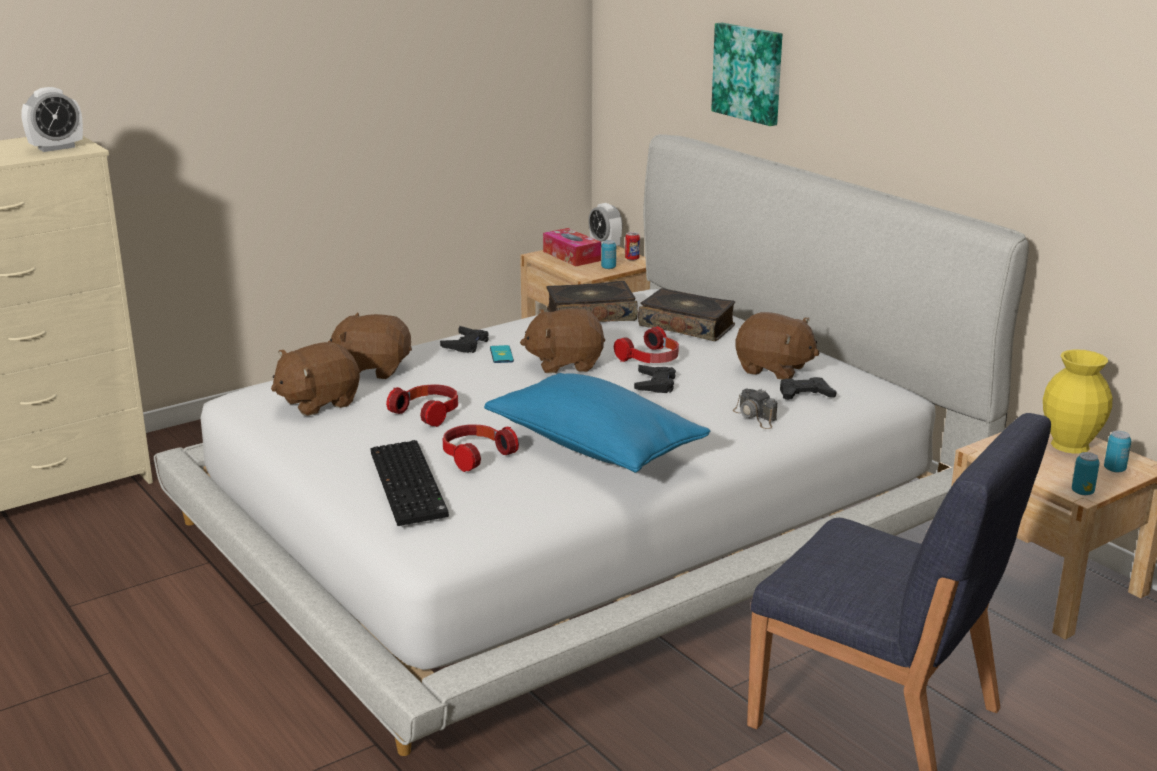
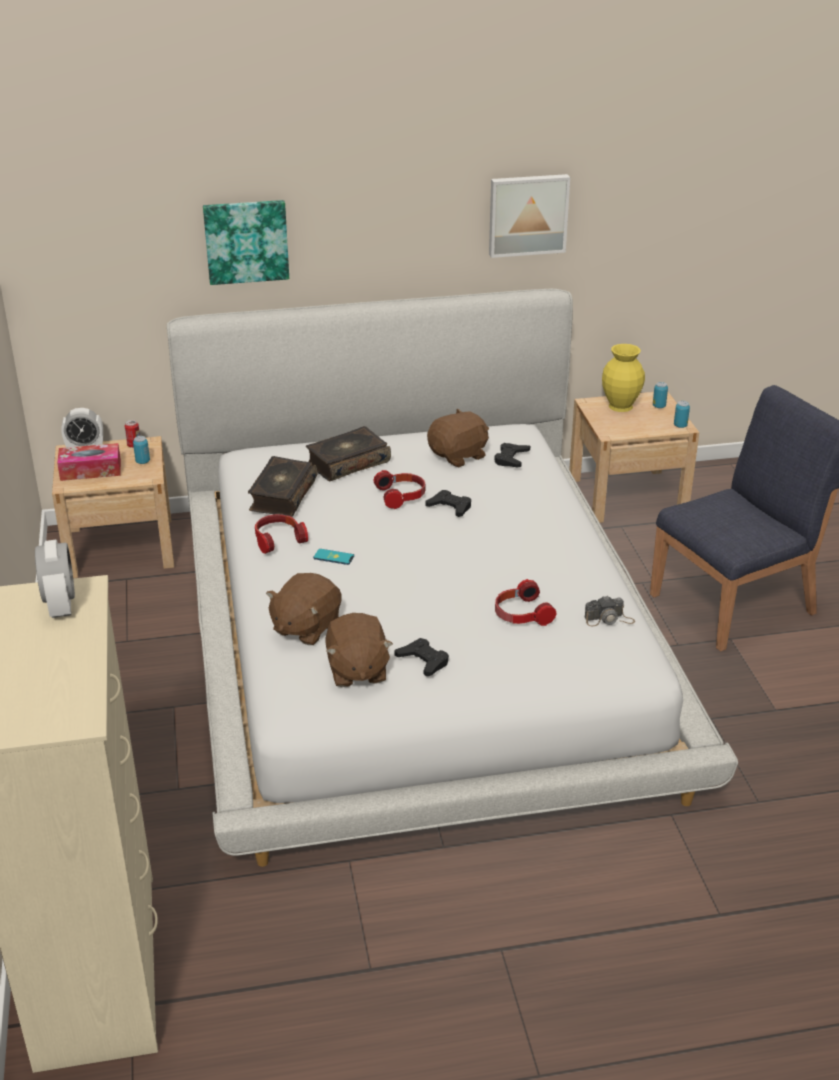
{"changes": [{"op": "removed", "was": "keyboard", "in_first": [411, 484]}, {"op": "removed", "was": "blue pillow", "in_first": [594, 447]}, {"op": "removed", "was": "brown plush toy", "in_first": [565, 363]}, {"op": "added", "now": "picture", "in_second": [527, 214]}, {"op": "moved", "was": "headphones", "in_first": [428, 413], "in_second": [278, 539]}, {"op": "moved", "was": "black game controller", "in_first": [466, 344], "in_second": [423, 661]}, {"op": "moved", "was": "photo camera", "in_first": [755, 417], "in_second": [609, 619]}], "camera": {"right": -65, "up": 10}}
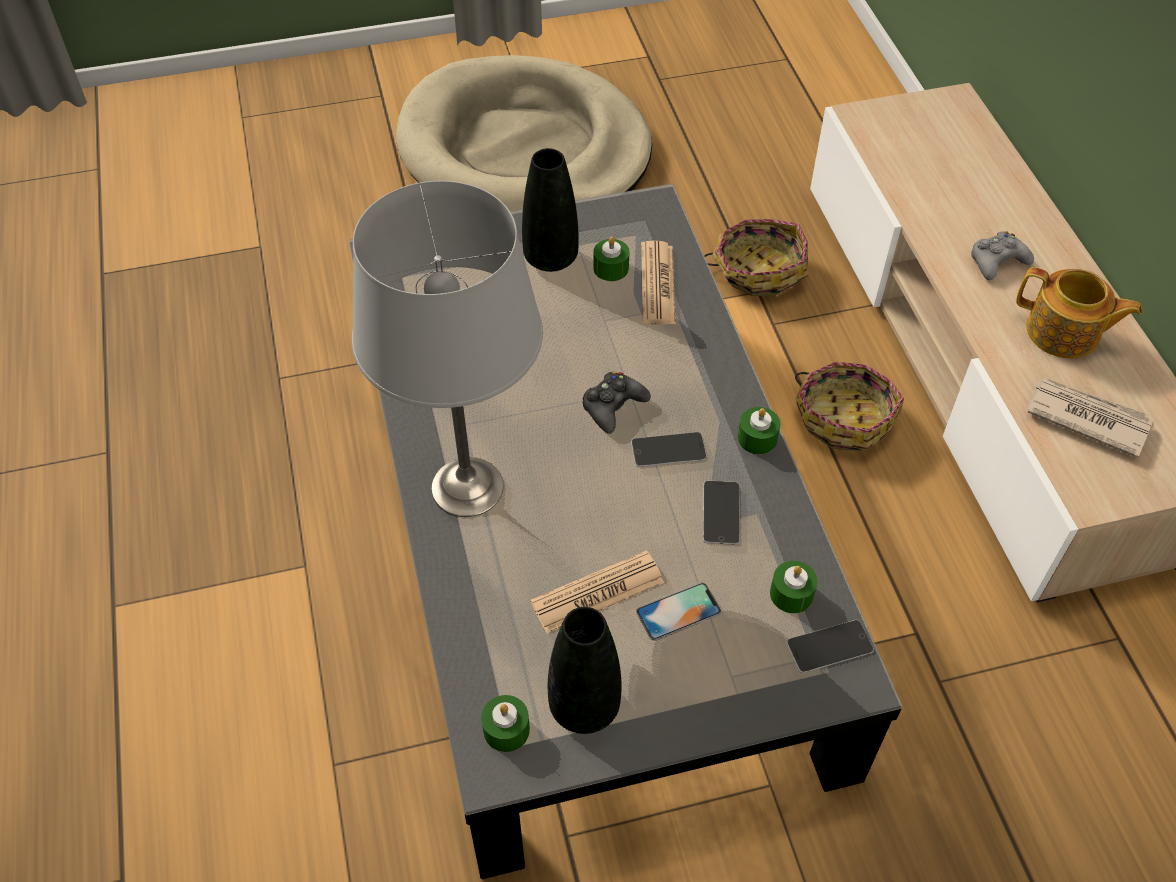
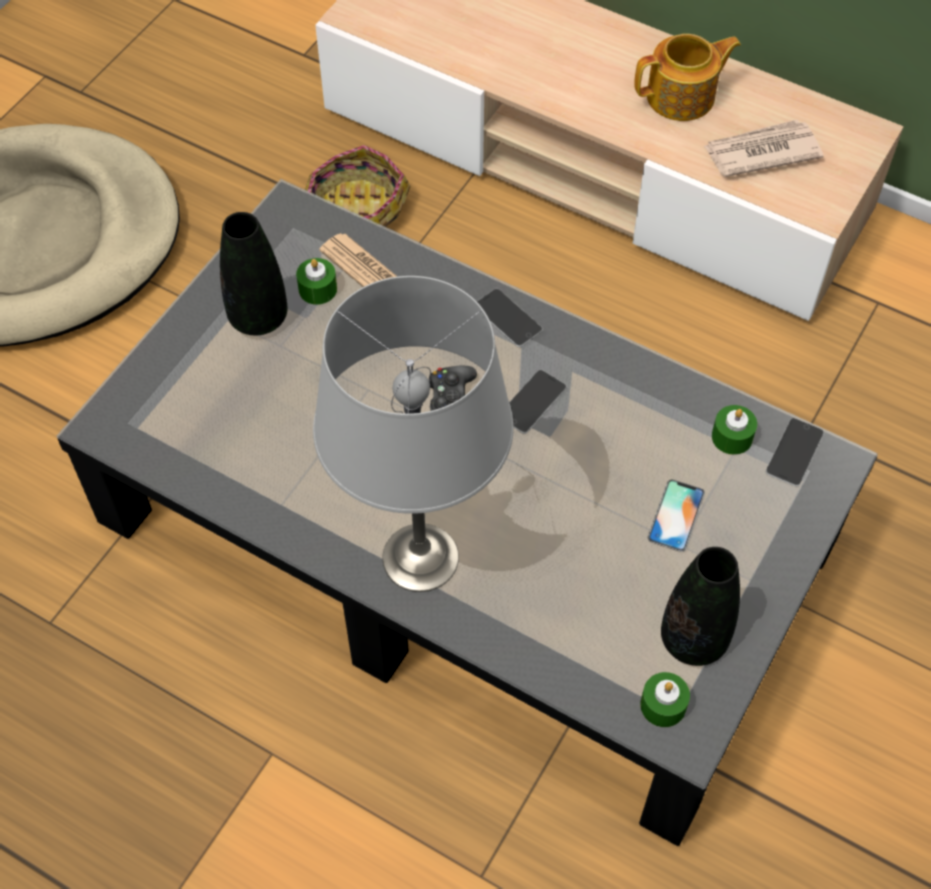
{"changes": [{"op": "removed", "was": "newspaper", "in_first": [597, 593]}, {"op": "removed", "was": "green candle", "in_first": [757, 438]}, {"op": "removed", "was": "basket", "in_first": [844, 417]}, {"op": "removed", "was": "grey game controller", "in_first": [997, 261]}, {"op": "moved", "was": "phone", "in_first": [721, 512], "in_second": [507, 318]}], "camera": {"right": -45, "up": 5}}
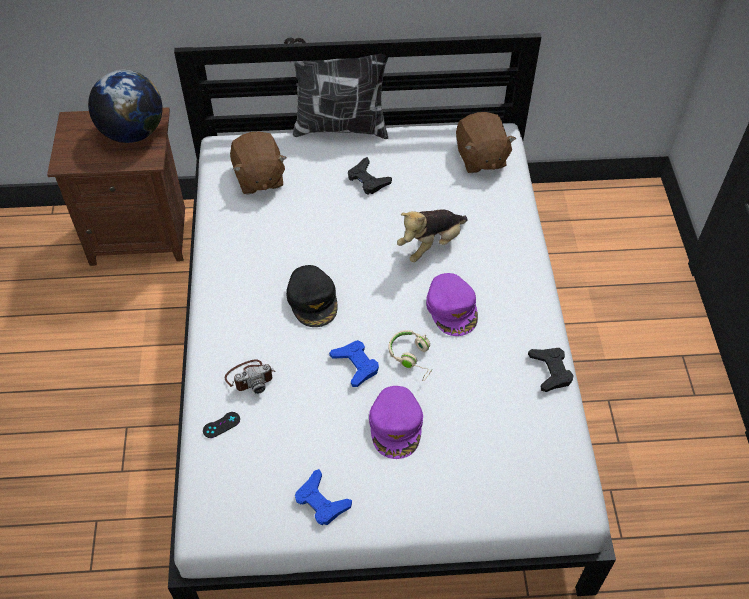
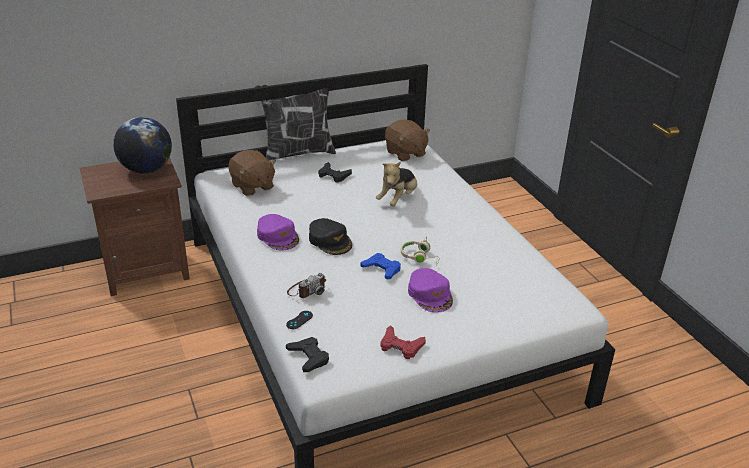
{"changes": [{"op": "moved", "was": "purple cap", "in_first": [452, 308], "in_second": [278, 236]}, {"op": "moved", "was": "black game controller", "in_first": [550, 371], "in_second": [308, 357]}, {"op": "recoloured", "was": "blue game controller", "now": "red game controller", "in_first": [321, 501], "in_second": [400, 346]}], "camera": {"right": -20, "up": -20}}
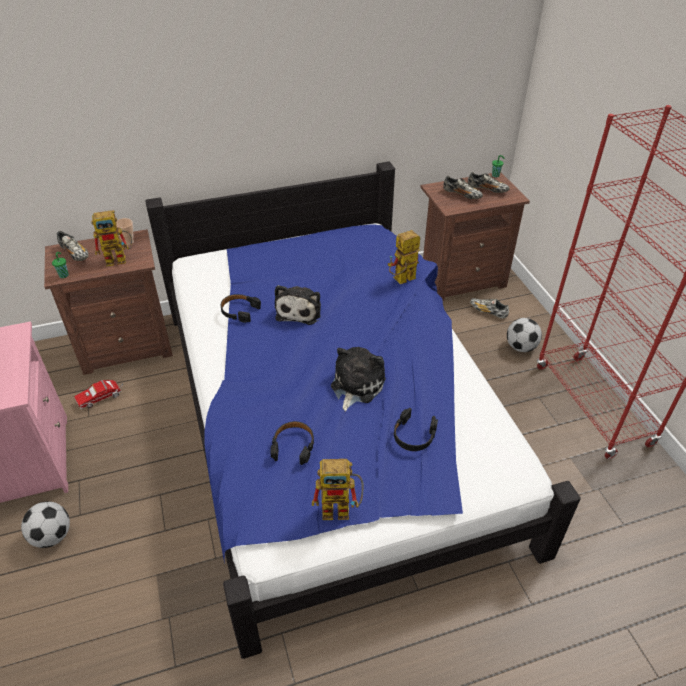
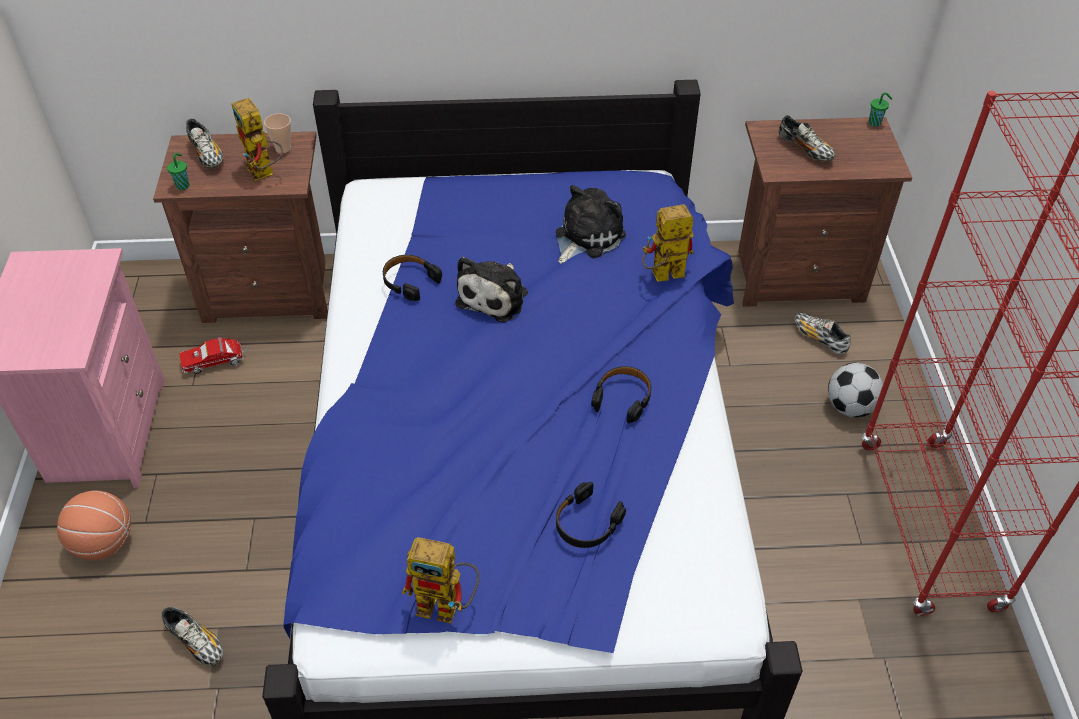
{"changes": [{"op": "moved", "was": "black headphones", "in_first": [293, 446], "in_second": [623, 398]}, {"op": "moved", "was": "plush toy", "in_first": [355, 385], "in_second": [586, 237]}, {"op": "moved", "was": "shoe", "in_first": [487, 189], "in_second": [196, 642]}, {"op": "replaced", "was": "football", "now": "basketball", "in_first": [52, 536], "in_second": [103, 543]}, {"op": "turned", "was": "toy robot", "in_first": [120, 259], "in_second": [265, 173], "clockwise": 60}], "camera": {"right": 15, "up": 5}}
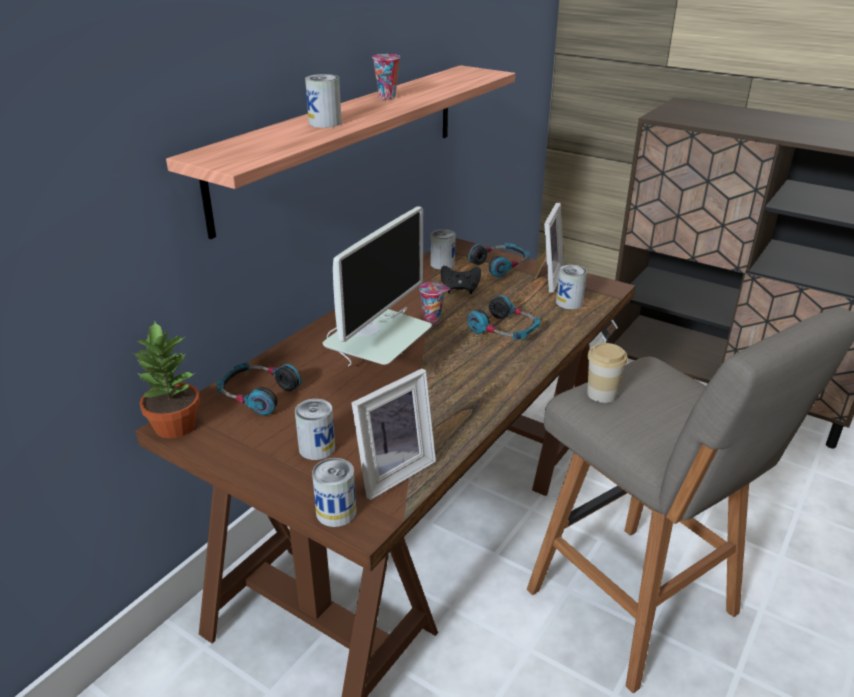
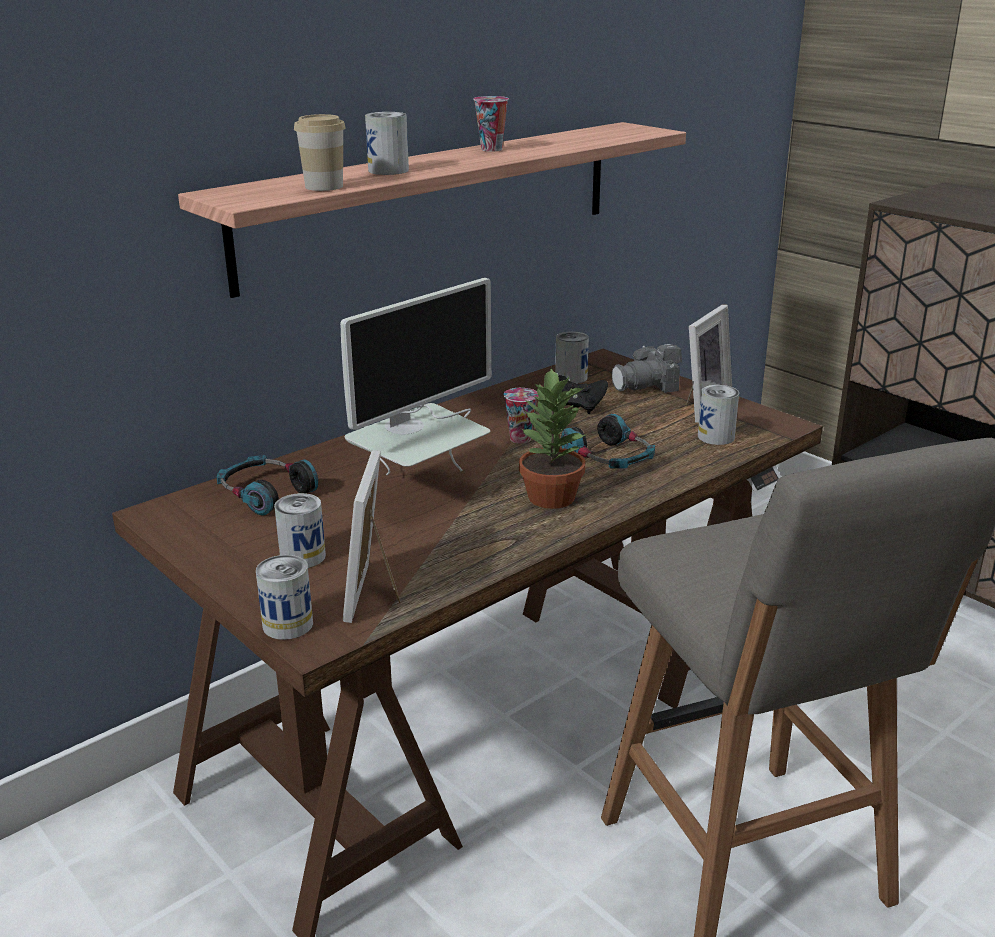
{"changes": [{"op": "moved", "was": "potted plant", "in_first": [174, 427], "in_second": [551, 498]}, {"op": "moved", "was": "cup", "in_first": [601, 394], "in_second": [324, 186]}, {"op": "replaced", "was": "headphones", "now": "photo camera", "in_first": [500, 265], "in_second": [647, 386]}, {"op": "turned", "was": "picture frame", "in_first": [391, 471], "in_second": [377, 592], "clockwise": 120}], "camera": {"right": 15, "up": -5}}
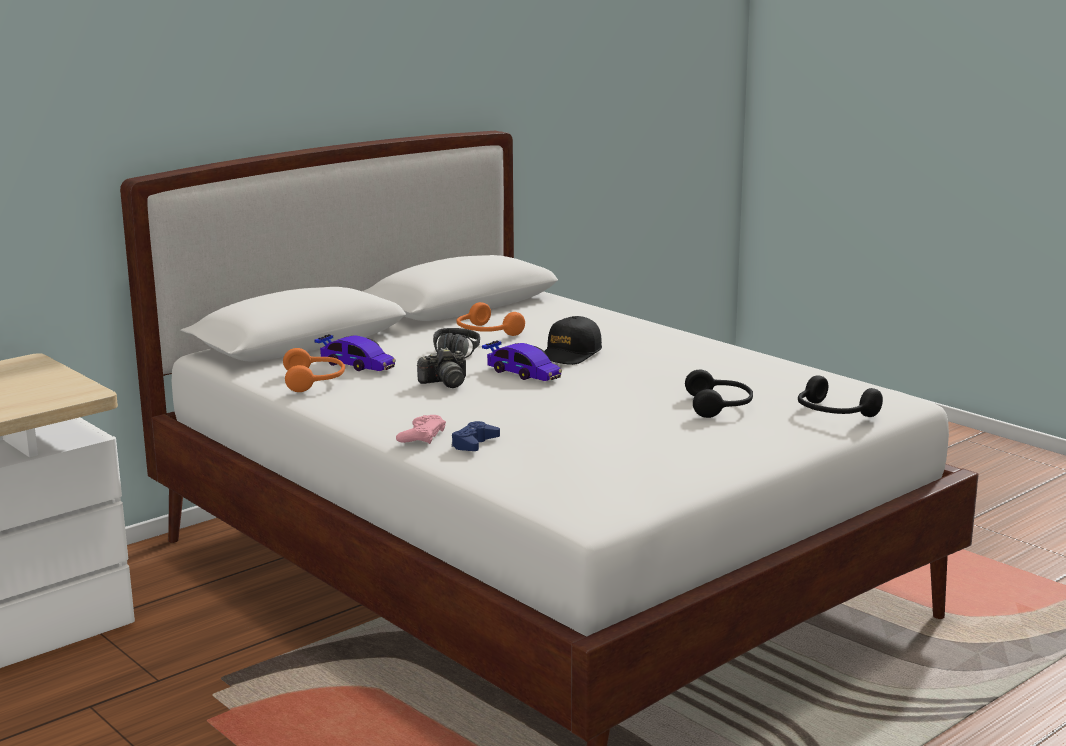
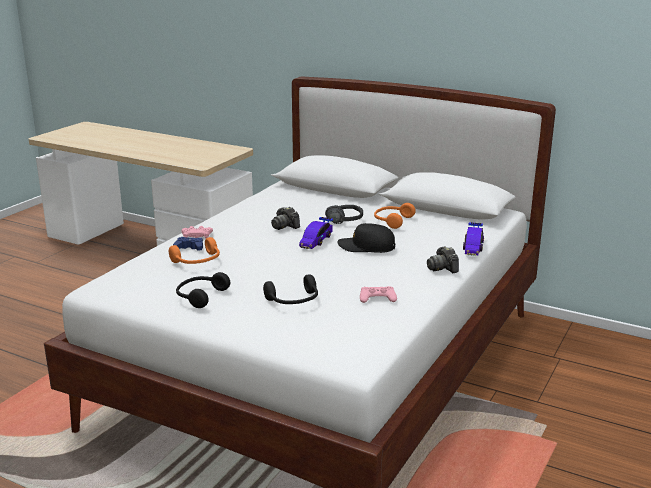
{"changes": [{"op": "added", "now": "pink game controller", "in_second": [377, 298]}, {"op": "added", "now": "photo camera", "in_second": [442, 268]}, {"op": "moved", "was": "orange headphones", "in_first": [315, 381], "in_second": [197, 261]}, {"op": "moved", "was": "toy car", "in_first": [356, 365], "in_second": [473, 246]}, {"op": "moved", "was": "black headphones", "in_first": [833, 413], "in_second": [200, 296]}], "camera": {"right": 70, "up": 5}}
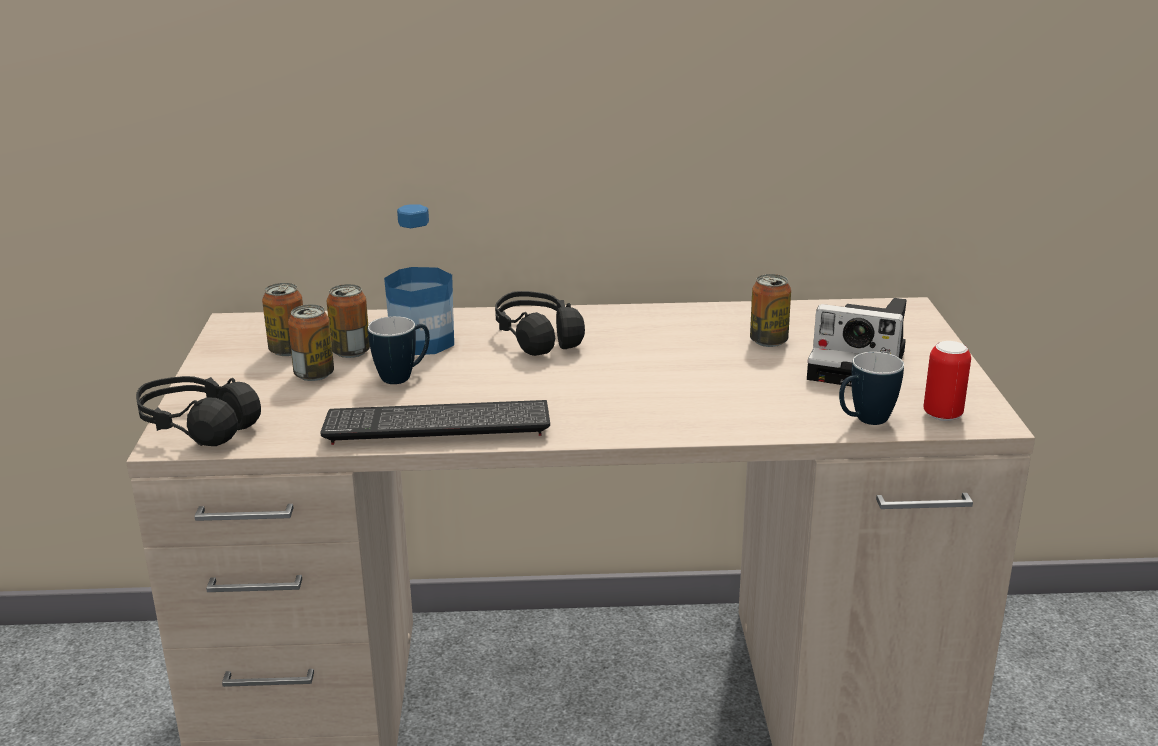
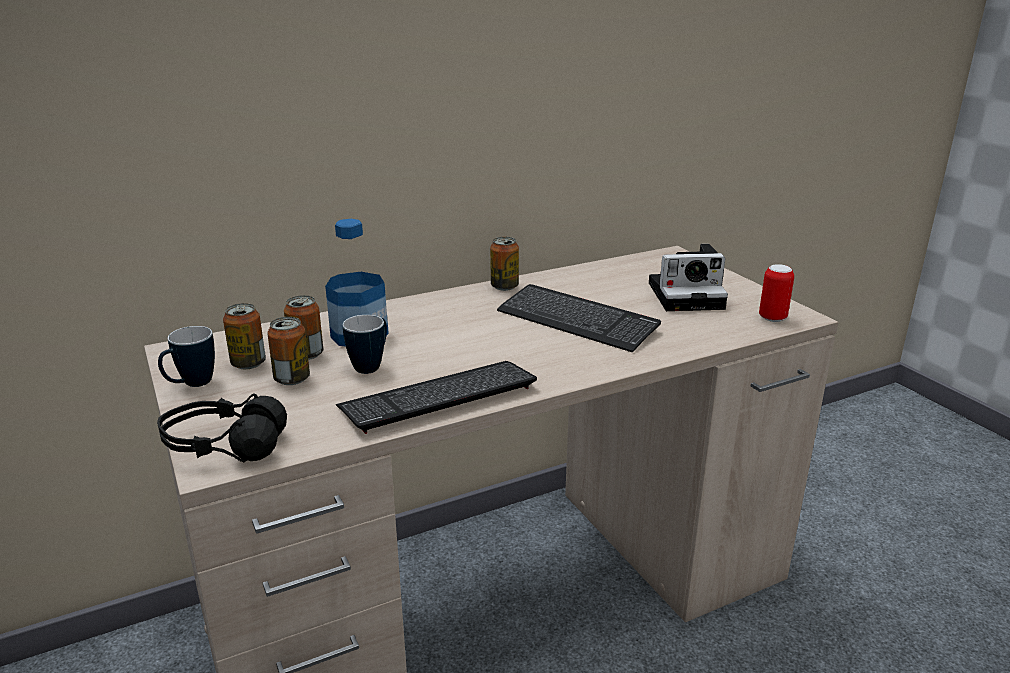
{"changes": [{"op": "removed", "was": "black headphones", "in_first": [536, 338]}, {"op": "added", "now": "keyboard", "in_second": [576, 320]}, {"op": "moved", "was": "can", "in_first": [768, 341], "in_second": [504, 286]}, {"op": "moved", "was": "mug", "in_first": [864, 421], "in_second": [191, 385]}], "camera": {"right": -25, "up": 0}}
